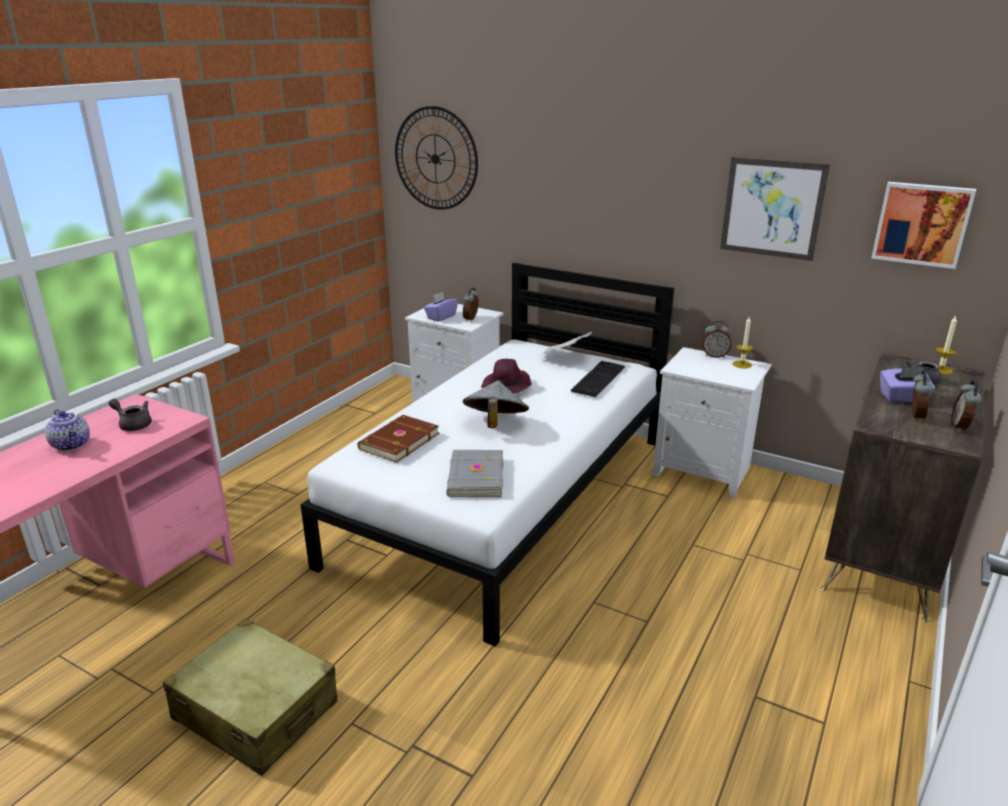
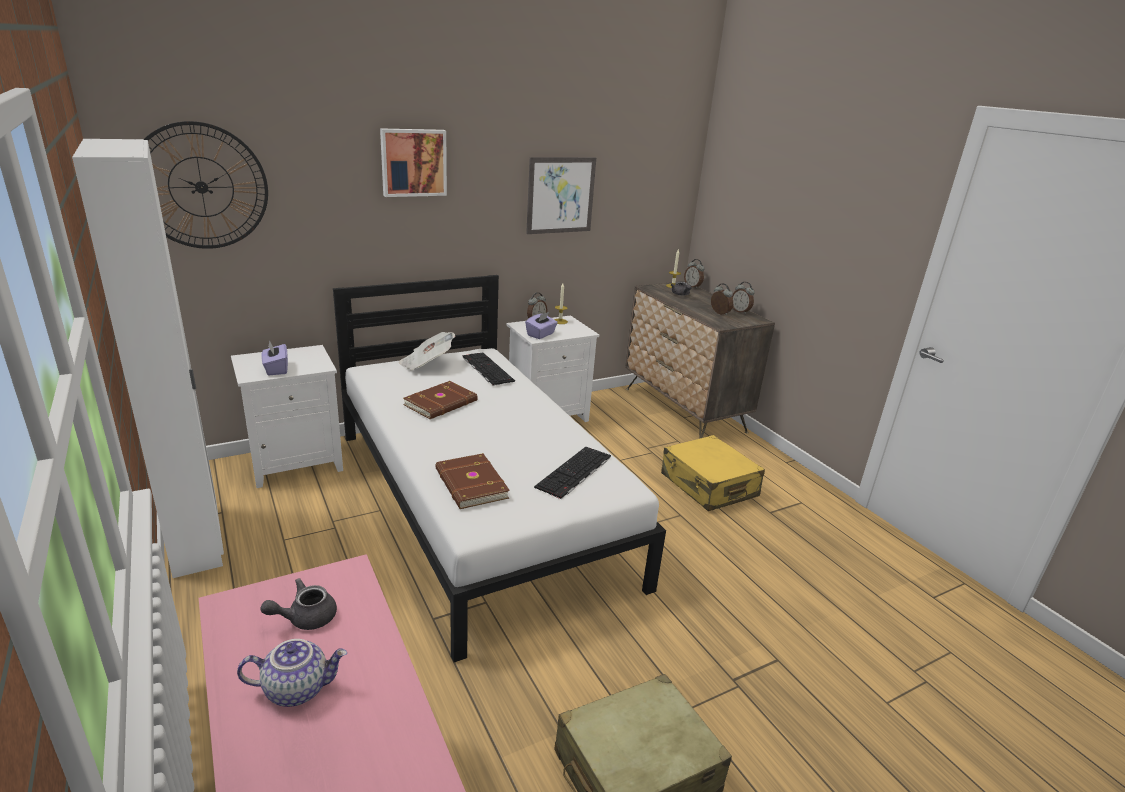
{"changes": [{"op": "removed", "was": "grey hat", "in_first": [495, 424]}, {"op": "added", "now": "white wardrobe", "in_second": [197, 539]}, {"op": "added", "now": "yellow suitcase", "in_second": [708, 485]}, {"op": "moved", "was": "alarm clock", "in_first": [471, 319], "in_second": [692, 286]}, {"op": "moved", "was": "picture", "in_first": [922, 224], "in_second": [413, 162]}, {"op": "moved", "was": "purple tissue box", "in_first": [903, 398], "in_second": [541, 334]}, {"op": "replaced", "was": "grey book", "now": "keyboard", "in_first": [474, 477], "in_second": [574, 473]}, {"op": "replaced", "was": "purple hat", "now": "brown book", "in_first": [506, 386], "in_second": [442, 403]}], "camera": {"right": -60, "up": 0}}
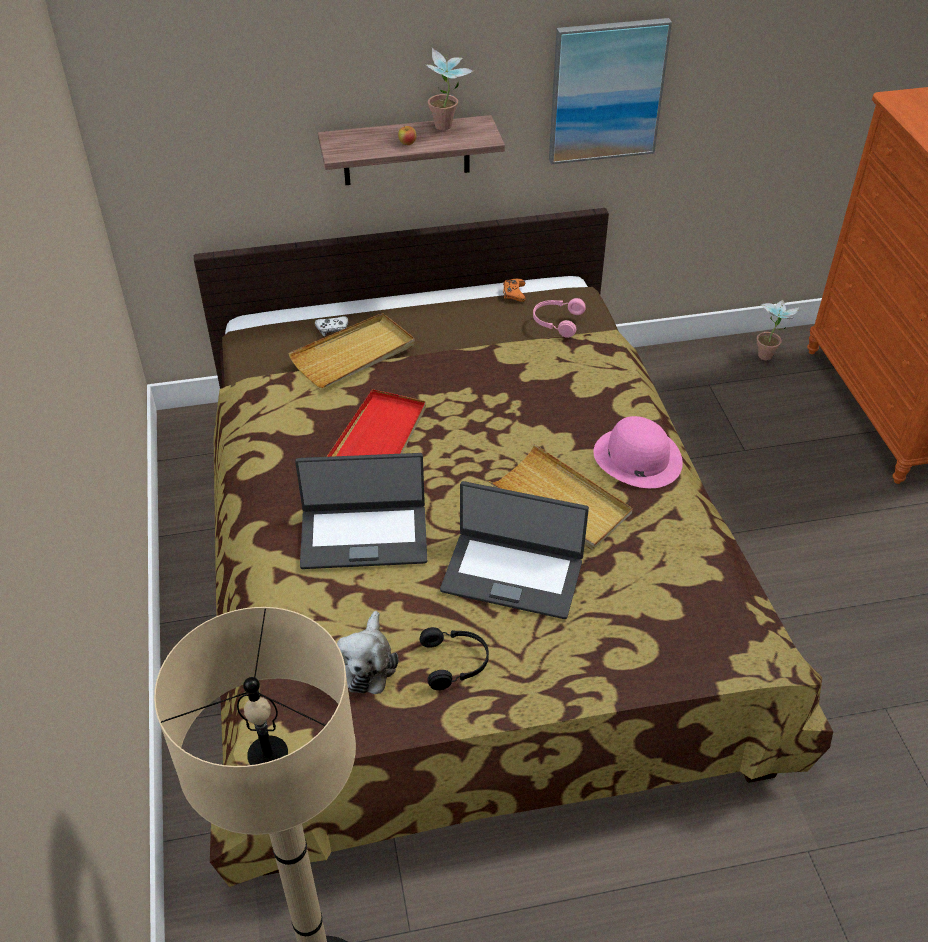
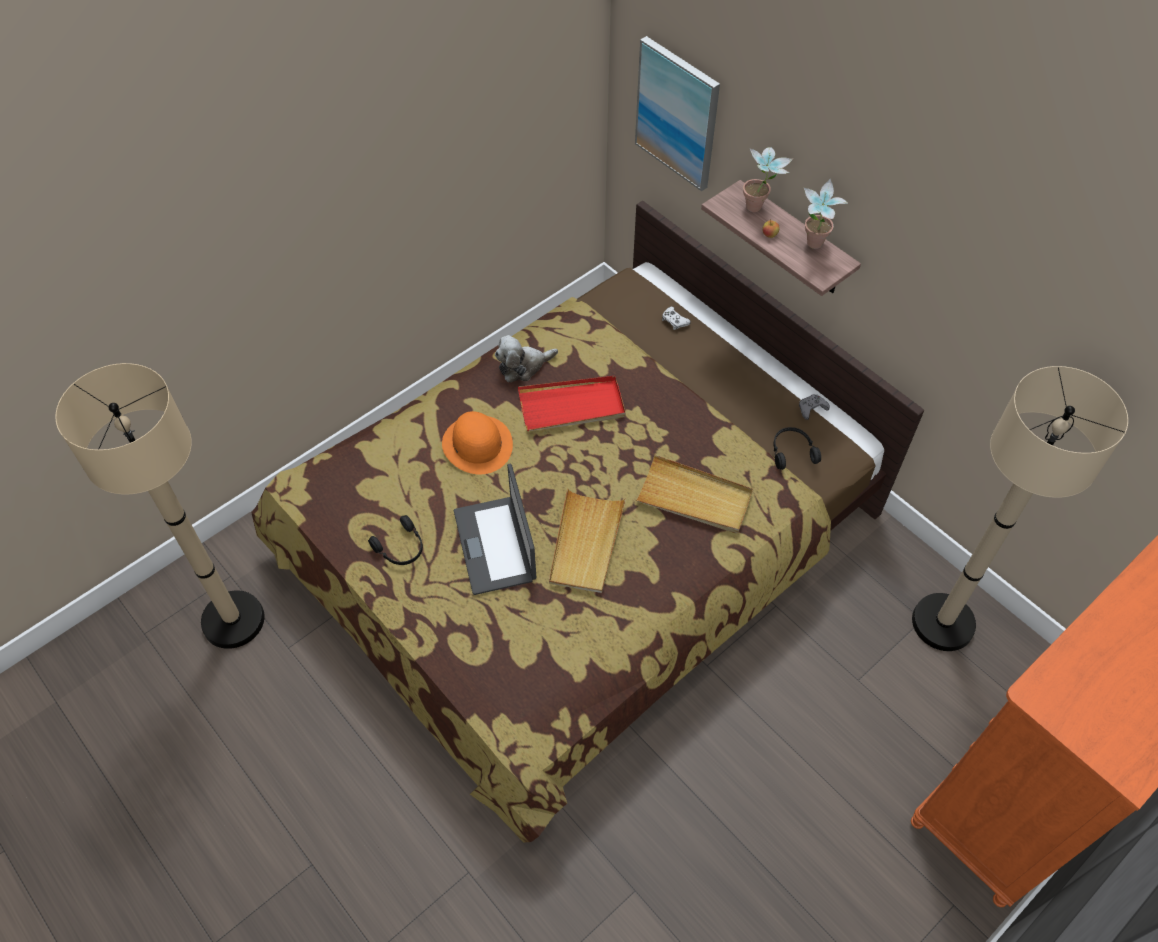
{"changes": [{"op": "removed", "was": "pink hat", "in_first": [637, 457]}, {"op": "added", "now": "beige floor lamp", "in_second": [942, 623]}, {"op": "moved", "was": "beige tray", "in_first": [354, 354], "in_second": [694, 498]}, {"op": "moved", "was": "plush toy", "in_first": [367, 663], "in_second": [523, 366]}, {"op": "moved", "was": "picture", "in_first": [606, 91], "in_second": [677, 113]}, {"op": "moved", "was": "potted plant", "in_first": [768, 354], "in_second": [759, 208]}, {"op": "replaced", "was": "laptop", "now": "orange hat", "in_first": [364, 535], "in_second": [477, 444]}, {"op": "recoloured", "was": "orange game controller", "now": "grey game controller", "in_first": [514, 293], "in_second": [811, 408]}, {"op": "recoloured", "was": "pink headphones", "now": "black headphones", "in_first": [556, 322], "in_second": [792, 451]}], "camera": {"right": 60, "up": 10}}
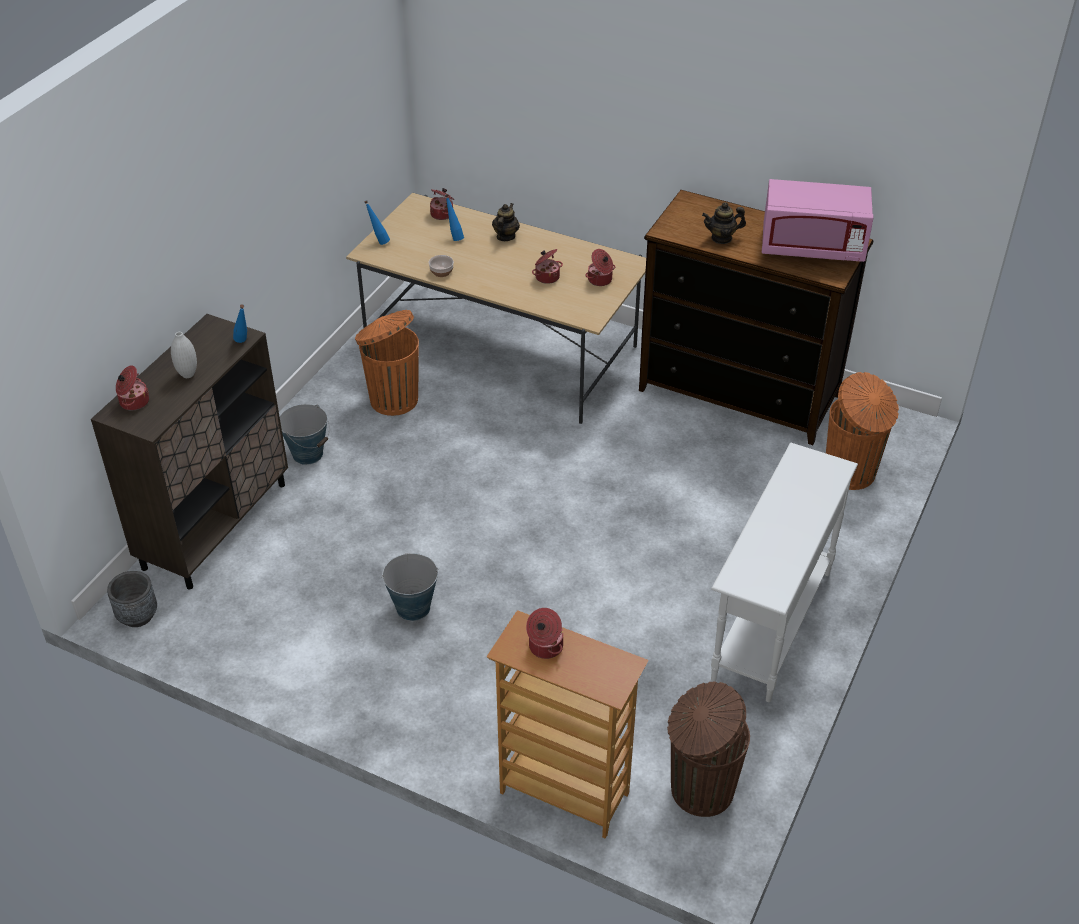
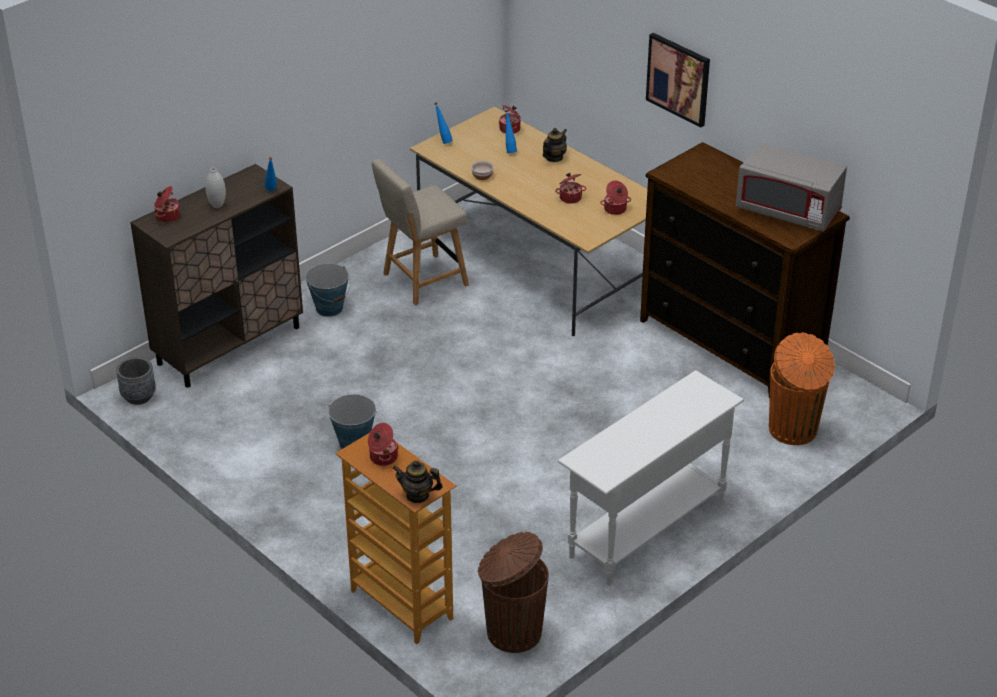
{"changes": [{"op": "added", "now": "picture", "in_second": [678, 79]}, {"op": "moved", "was": "teapot", "in_first": [721, 238], "in_second": [417, 495]}, {"op": "replaced", "was": "orange trash can", "now": "beige chair", "in_first": [392, 399], "in_second": [422, 281]}, {"op": "recoloured", "was": "pink microwave", "now": "grey microwave", "in_first": [812, 247], "in_second": [788, 211]}], "camera": {"right": 20, "up": -5}}
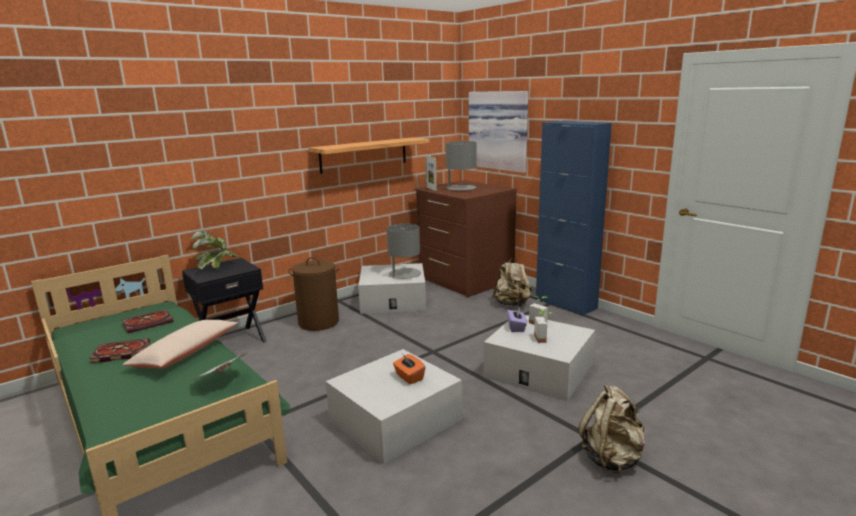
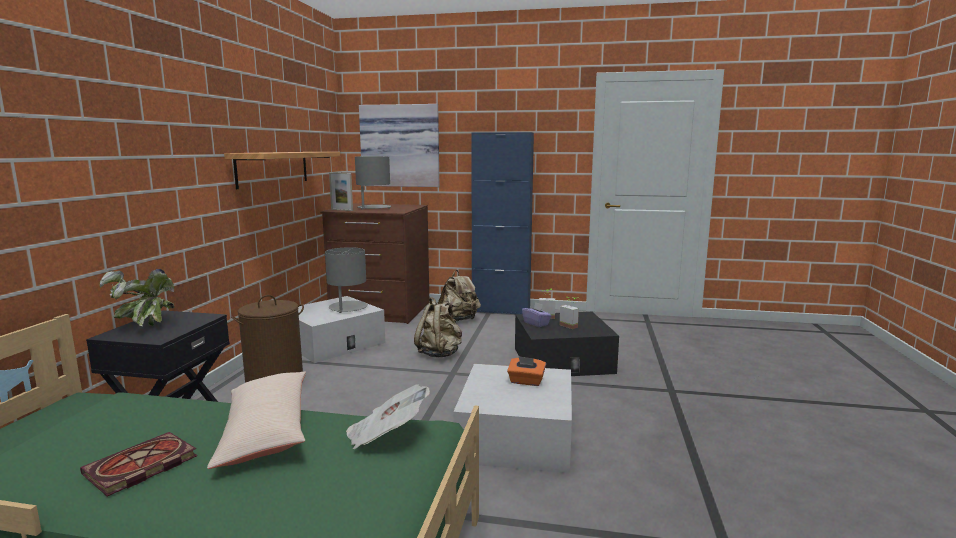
{"changes": [{"op": "removed", "was": "book", "in_first": [149, 322]}, {"op": "moved", "was": "beige backpack", "in_first": [612, 458], "in_second": [440, 354]}, {"op": "recoloured", "was": "white storage box", "now": "black storage box", "in_first": [539, 370], "in_second": [562, 360]}], "camera": {"right": -40, "up": -5}}
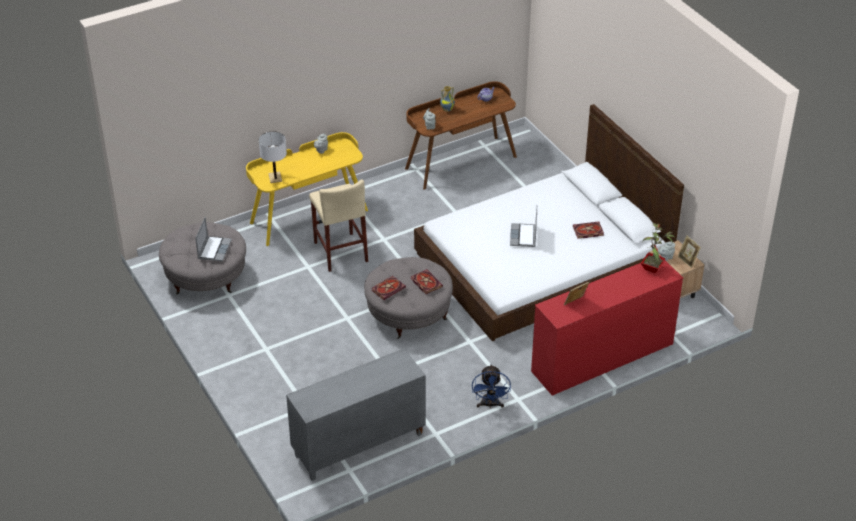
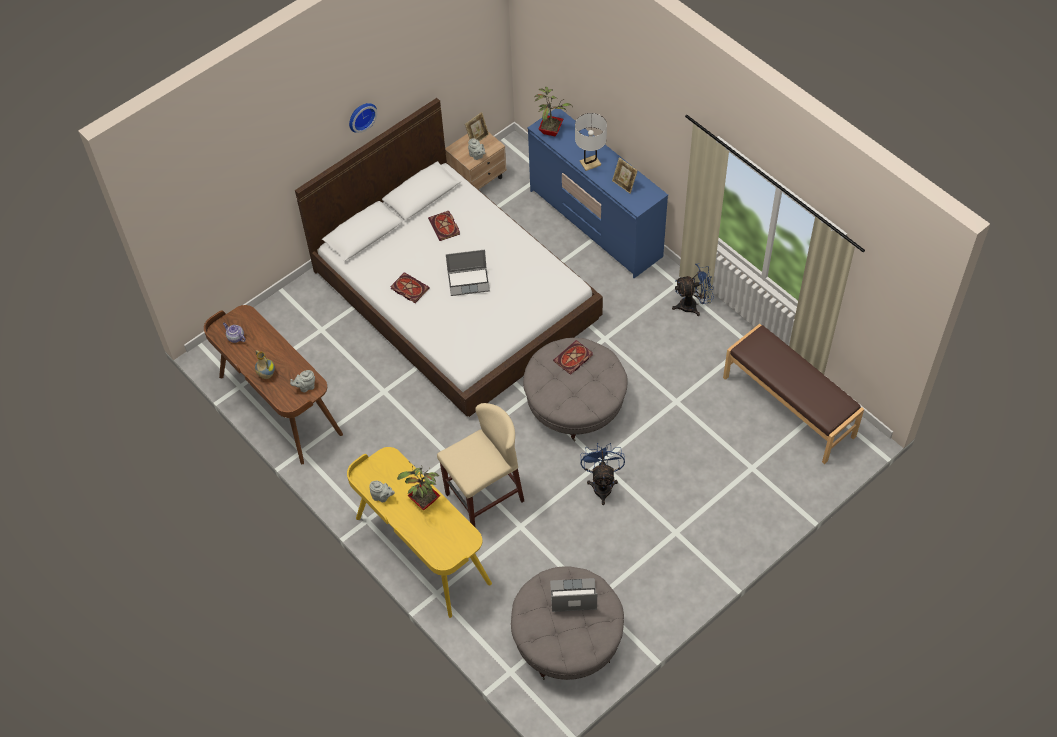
{"changes": [{"op": "added", "now": "wall clock", "in_second": [361, 116]}, {"op": "added", "now": "potted plant", "in_second": [423, 502]}, {"op": "added", "now": "blue fan", "in_second": [602, 484]}, {"op": "moved", "was": "white table lamp", "in_first": [275, 178], "in_second": [590, 163]}, {"op": "moved", "was": "book", "in_first": [388, 288], "in_second": [408, 288]}, {"op": "replaced", "was": "grey cabinet", "now": "brown bench", "in_first": [358, 445], "in_second": [789, 406]}, {"op": "recoloured", "was": "red dresser", "now": "blue dresser", "in_first": [602, 358], "in_second": [595, 224]}], "camera": {"right": -100, "up": 15}}
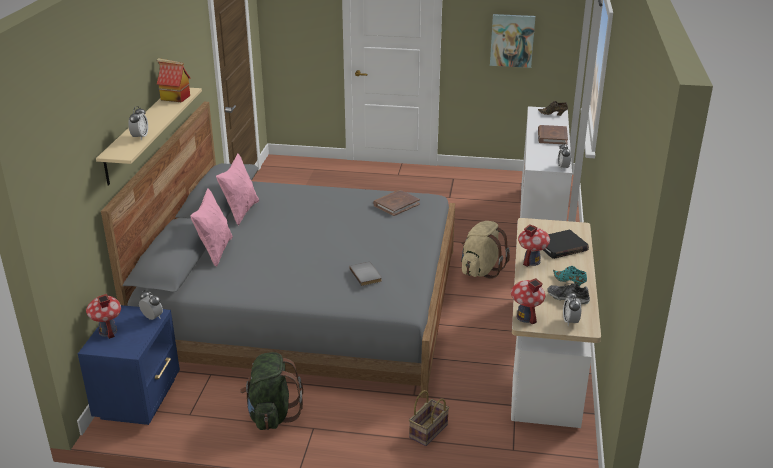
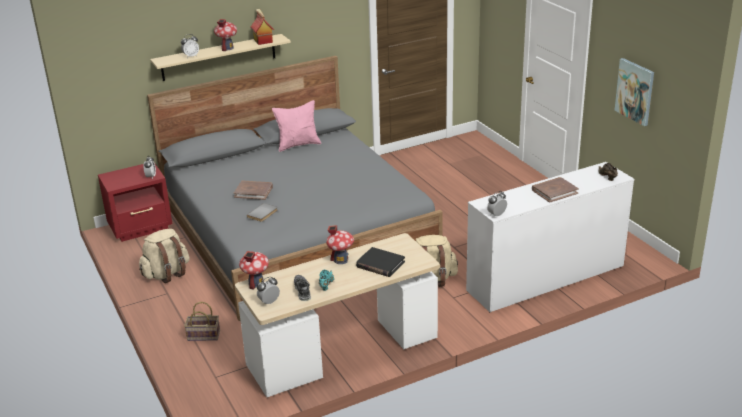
{"changes": [{"op": "removed", "was": "pink pillow", "in_first": [215, 251]}, {"op": "moved", "was": "toy house", "in_first": [108, 331], "in_second": [227, 48]}, {"op": "moved", "was": "brown book", "in_first": [396, 205], "in_second": [253, 192]}, {"op": "recoloured", "was": "blue nightstand", "now": "red nightstand", "in_first": [140, 398], "in_second": [141, 228]}, {"op": "recoloured", "was": "green backpack", "now": "beige backpack", "in_first": [271, 414], "in_second": [166, 274]}], "camera": {"right": 55, "up": 0}}
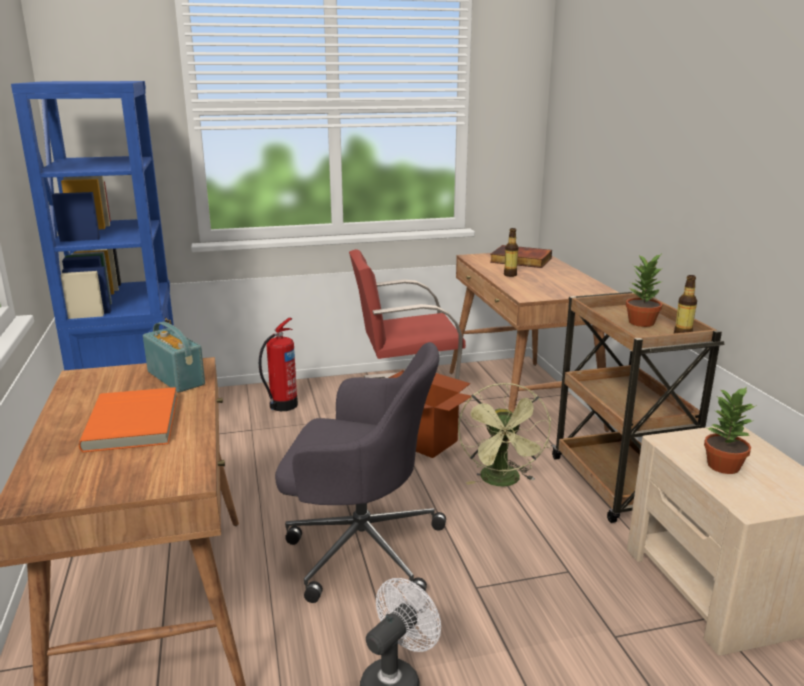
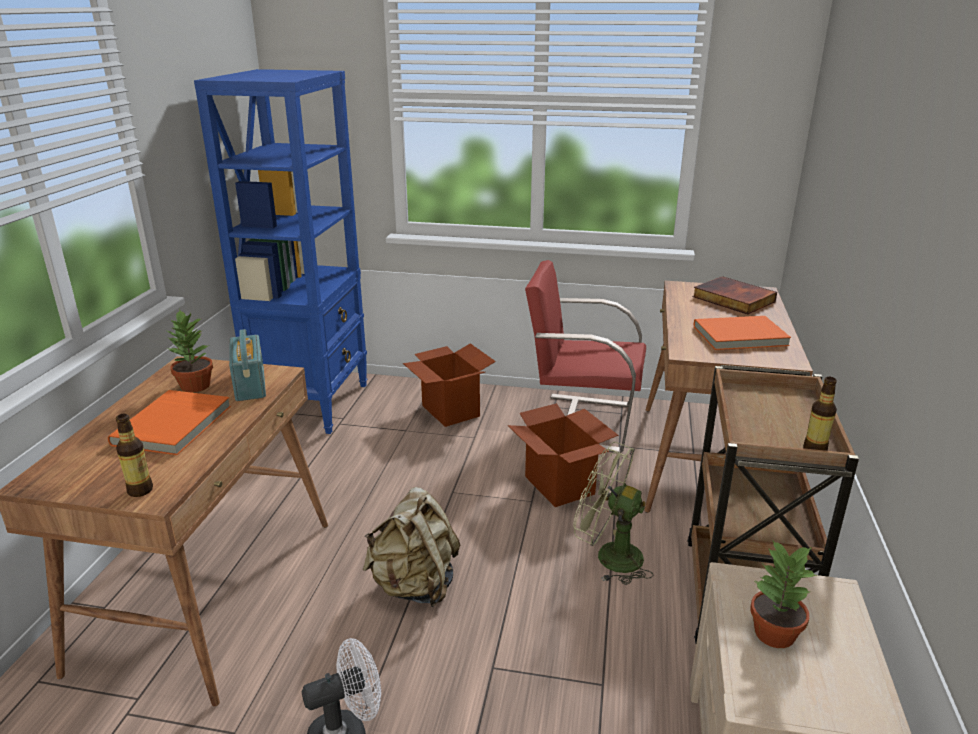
{"changes": [{"op": "added", "now": "orange book", "in_second": [740, 336]}, {"op": "moved", "was": "bottle", "in_first": [510, 275], "in_second": [140, 490]}, {"op": "moved", "was": "potted plant", "in_first": [642, 323], "in_second": [195, 386]}, {"op": "replaced", "was": "fire extinguisher", "now": "cardboard box", "in_first": [282, 406], "in_second": [450, 411]}, {"op": "replaced", "was": "grey office chair", "now": "beige backpack", "in_first": [360, 547], "in_second": [415, 585]}, {"op": "turned", "was": "green fan", "in_first": [502, 482], "in_second": [609, 556], "clockwise": 90}], "camera": {"right": 25, "up": 5}}
